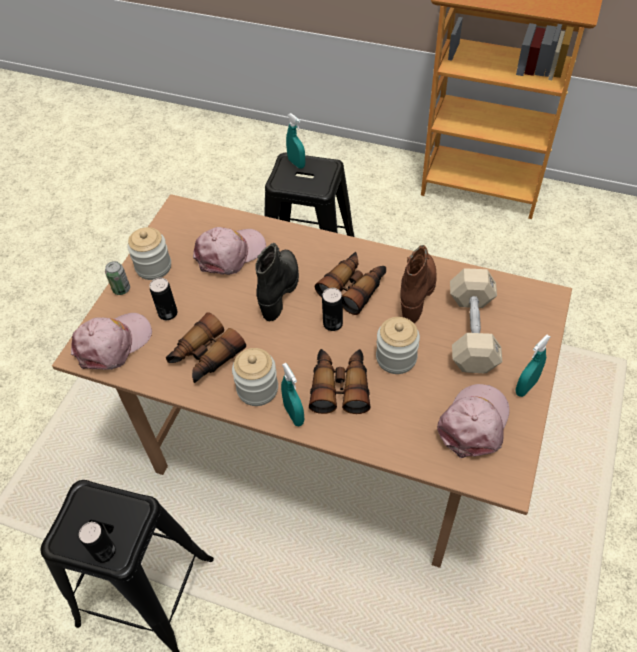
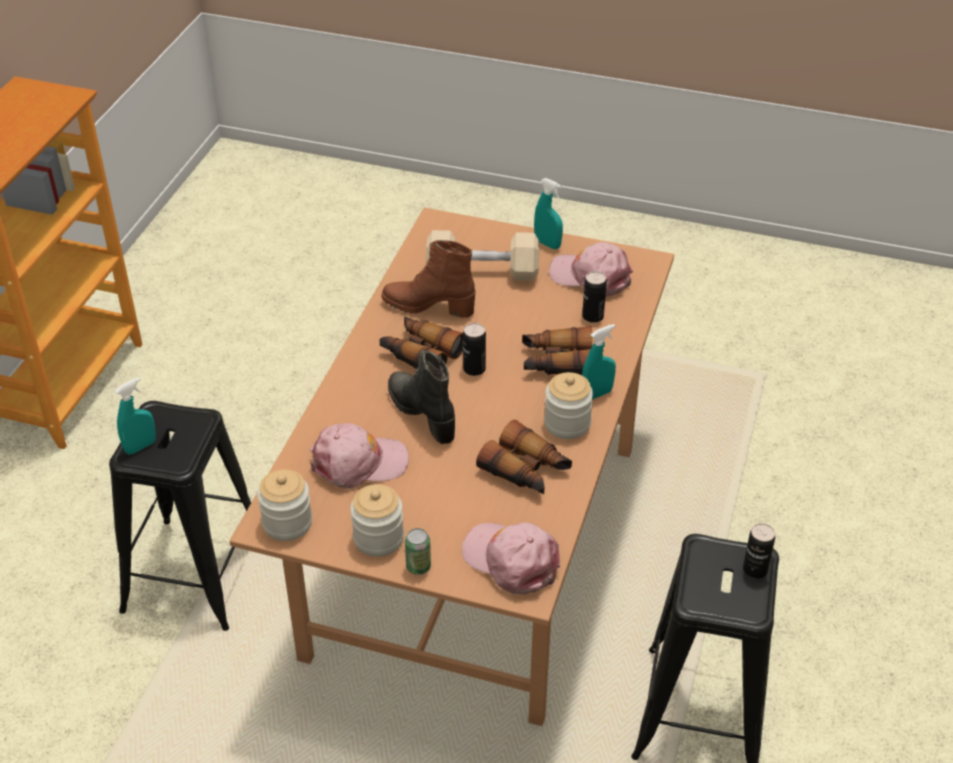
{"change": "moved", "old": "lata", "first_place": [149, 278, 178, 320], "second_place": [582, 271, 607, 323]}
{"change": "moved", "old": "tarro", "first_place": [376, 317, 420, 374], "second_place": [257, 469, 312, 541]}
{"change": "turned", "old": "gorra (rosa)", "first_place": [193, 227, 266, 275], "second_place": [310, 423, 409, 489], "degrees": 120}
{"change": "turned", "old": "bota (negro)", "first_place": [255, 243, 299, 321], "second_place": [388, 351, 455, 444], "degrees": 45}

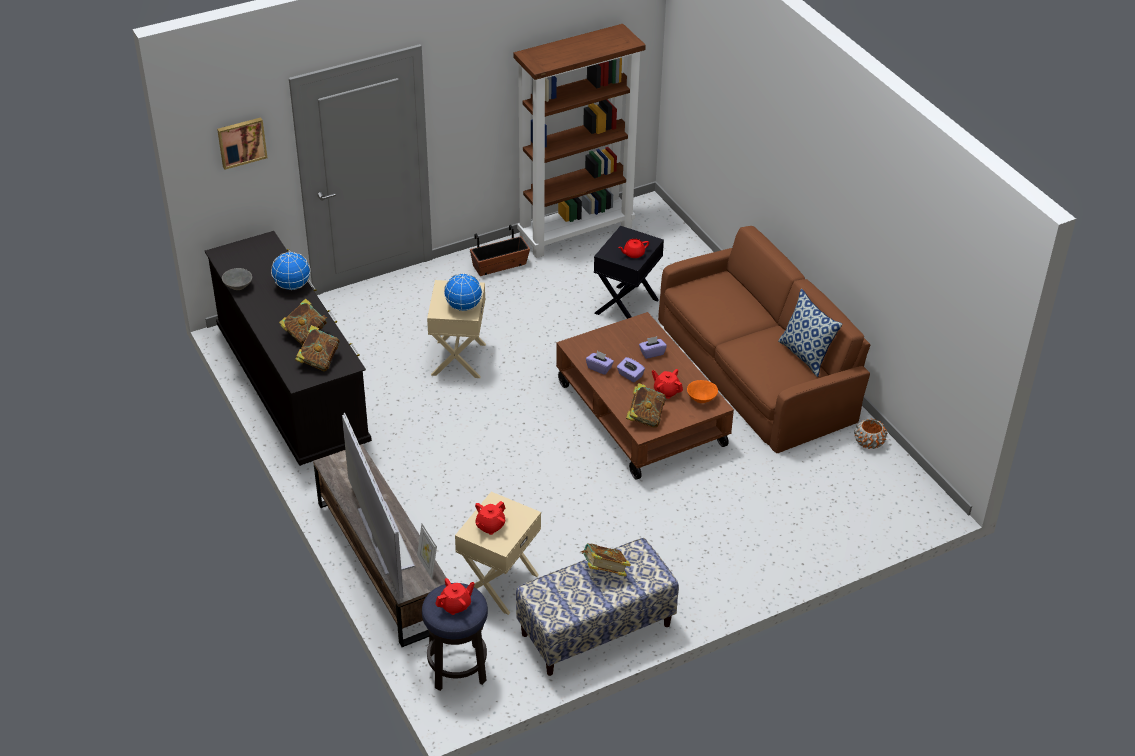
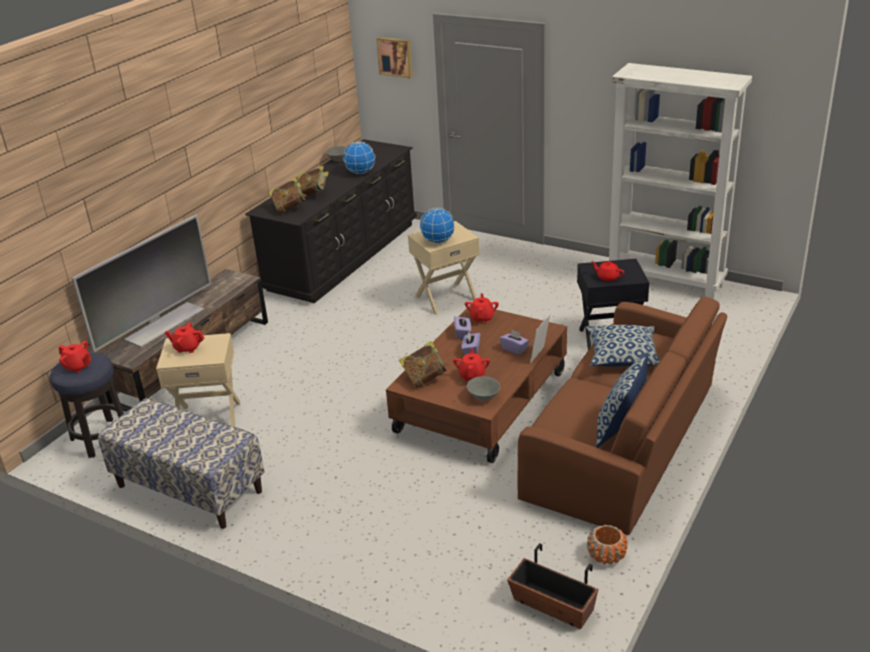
{"change": "removed", "old": "libro", "first_place": [581, 543, 631, 577]}
{"change": "added", "new": "tetera (rojo)", "second_place": [465, 294, 499, 322]}
{"change": "added", "new": "cojín", "second_place": [586, 325, 660, 367]}
{"change": "moved", "old": "portarretratos", "first_place": [417, 523, 437, 579], "second_place": [530, 314, 550, 364]}
{"change": "moved", "old": "maceta", "first_place": [470, 225, 530, 276], "second_place": [507, 543, 598, 629]}
{"change": "recoloured", "old": "estantería (marrón)", "new": "estantería (blanco)", "first_place": [513, 24, 646, 258], "second_place": [609, 63, 752, 299]}
{"change": "recoloured", "old": "cuenco (naranja)", "new": "cuenco (gris)", "first_place": [687, 380, 718, 403], "second_place": [467, 376, 500, 401]}

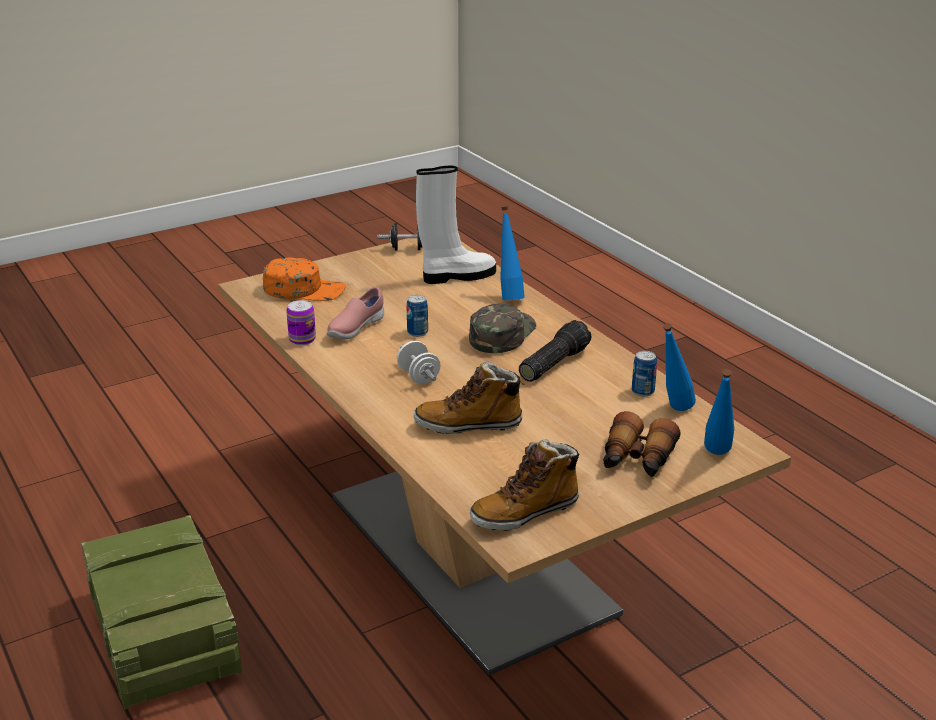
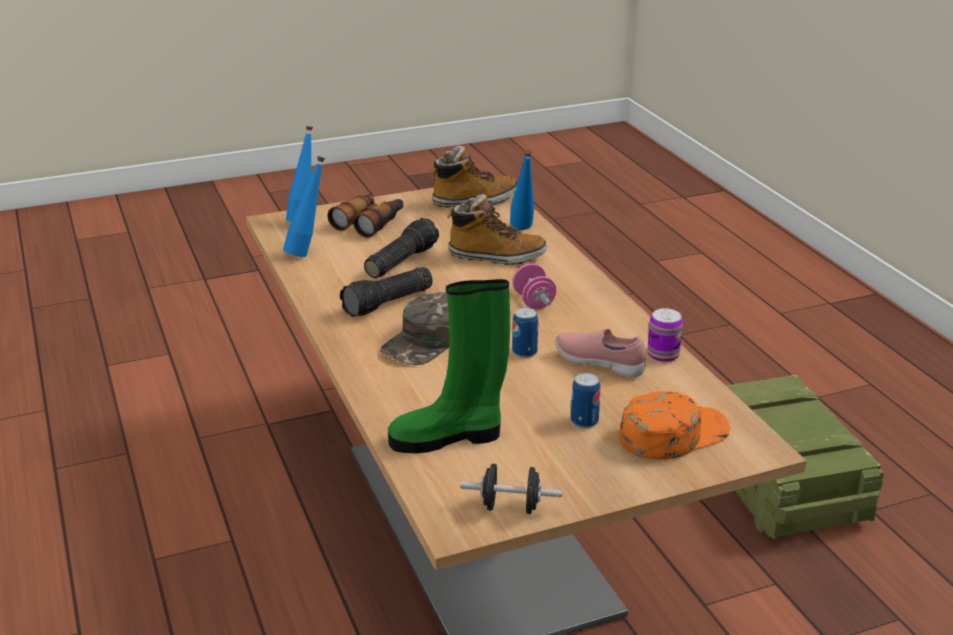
{"change": "added", "new": "linterna", "second_place": [364, 218, 439, 278]}
{"change": "moved", "old": "botella (azul)", "first_place": [500, 206, 525, 300], "second_place": [510, 149, 534, 230]}
{"change": "moved", "old": "lata", "first_place": [632, 351, 657, 396], "second_place": [571, 373, 601, 428]}
{"change": "recoloured", "old": "mancuerna (blanco)", "new": "mancuerna (rosa)", "first_place": [397, 341, 440, 384], "second_place": [512, 263, 556, 309]}
{"change": "recoloured", "old": "bota (blanco)", "new": "bota (verde)", "first_place": [416, 166, 496, 284], "second_place": [388, 279, 510, 453]}
{"change": "turned", "old": "gorra (naranja)", "first_place": [263, 258, 346, 301], "second_place": [619, 391, 731, 460], "degrees": 135}
{"change": "turned", "old": "zapato (rosa)", "first_place": [327, 287, 384, 339], "second_place": [555, 329, 646, 377], "degrees": -105}

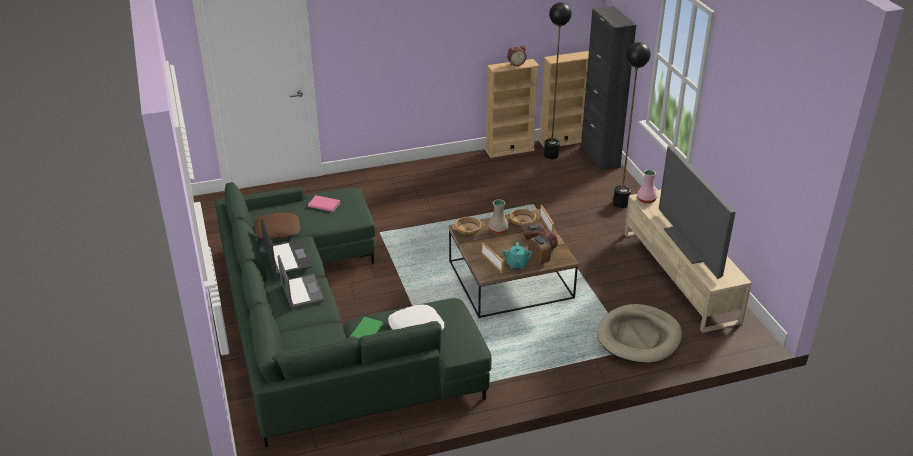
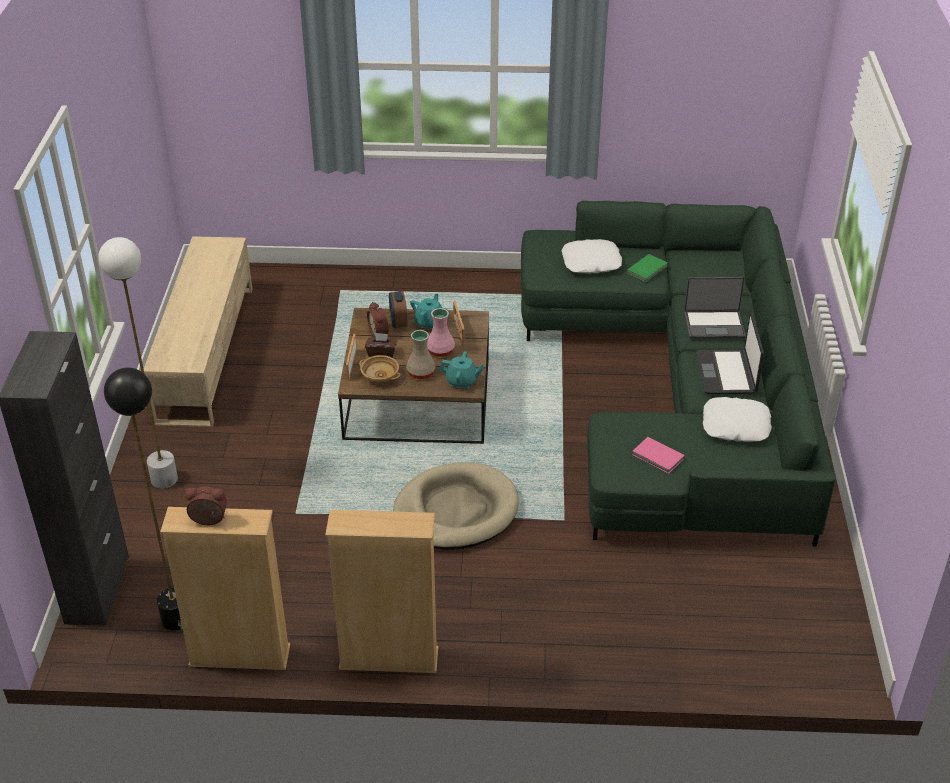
{"change": "removed", "old": "televisor", "first_place": [659, 146, 736, 279]}
{"change": "moved", "old": "estantería (beis)", "first_place": [539, 51, 589, 147], "second_place": [325, 510, 438, 673]}
{"change": "moved", "old": "cama para perro (beis)", "first_place": [597, 304, 682, 364], "second_place": [393, 462, 519, 550]}
{"change": "moved", "old": "florero (rosa)", "first_place": [637, 170, 657, 204], "second_place": [427, 308, 455, 357]}
{"change": "replaced", "old": "cuenco (beis)", "new": "tetera (turquesa)", "first_place": [452, 217, 485, 235], "second_place": [439, 351, 484, 389]}
{"change": "recoloured", "old": "cojín (marrón)", "new": "cojín (blanco)", "first_place": [254, 213, 300, 239], "second_place": [703, 397, 772, 442]}
{"change": "recoloured", "old": "lámpara de pie (negro)", "new": "lámpara de pie (blanco)", "first_place": [613, 42, 651, 208], "second_place": [98, 237, 178, 488]}
{"change": "turned", "old": "portátil", "first_place": [278, 255, 325, 308], "second_place": [684, 277, 746, 339], "degrees": -90}

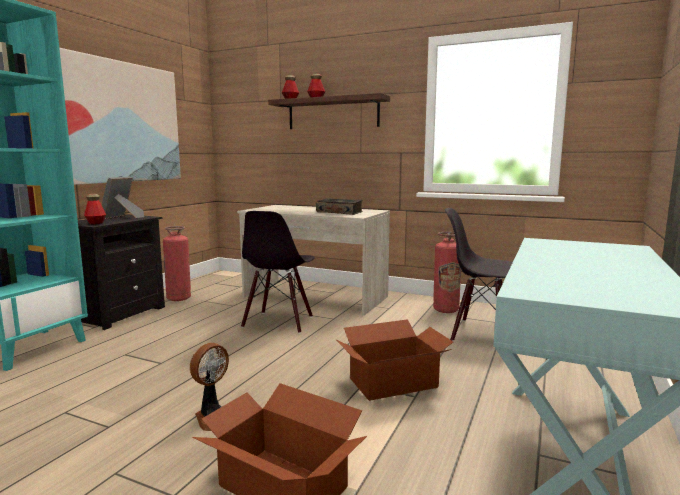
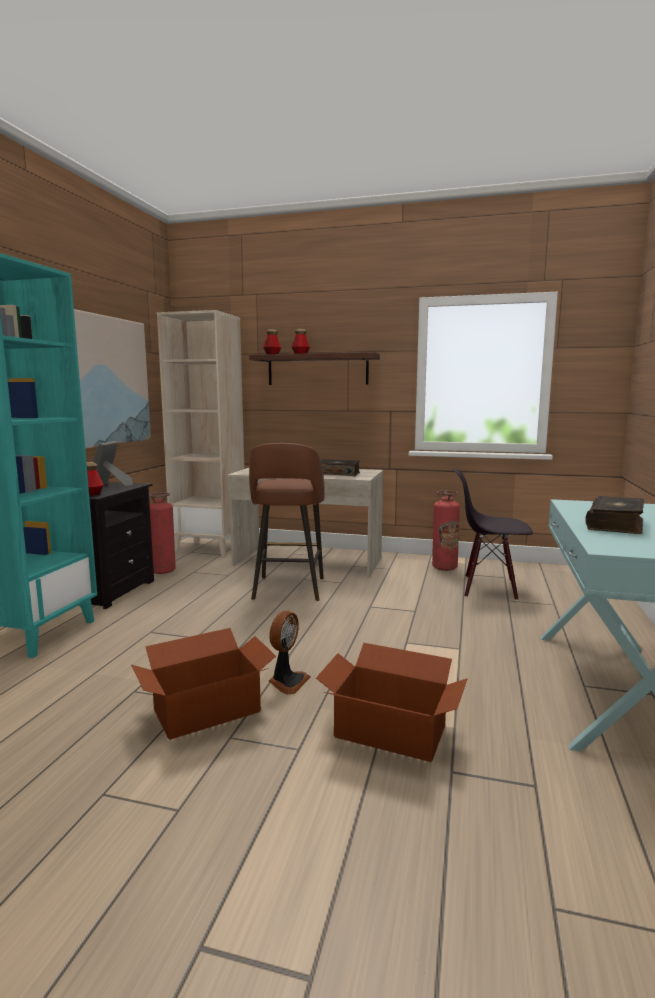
{"change": "added", "new": "estantería (beis)", "second_place": [157, 310, 244, 556]}
{"change": "added", "new": "libro", "second_place": [585, 496, 644, 534]}
{"change": "moved", "old": "caja de cartón", "first_place": [337, 319, 453, 401], "second_place": [131, 628, 276, 740]}
{"change": "replaced", "old": "silla (negro)", "new": "taburete (marrón)", "first_place": [241, 211, 315, 333], "second_place": [249, 443, 325, 601]}

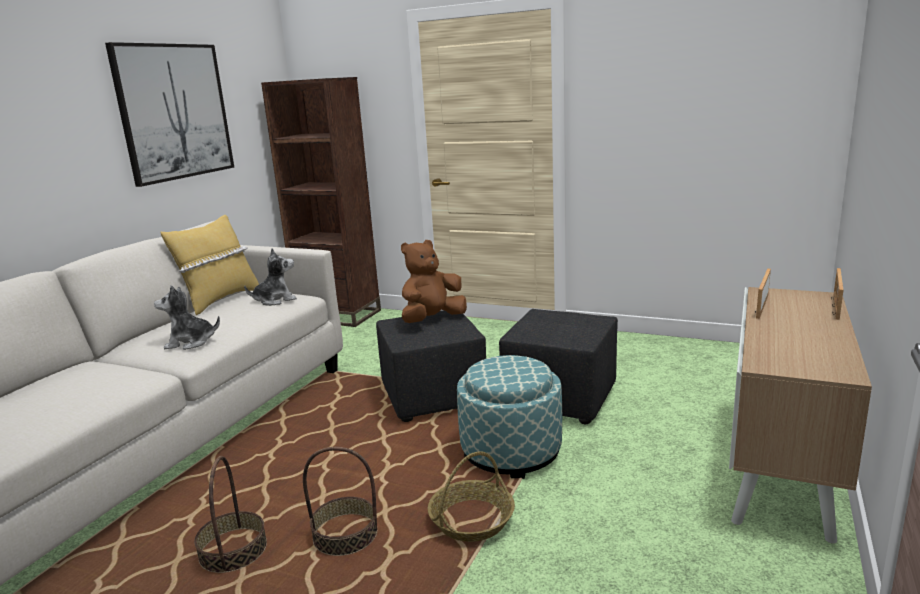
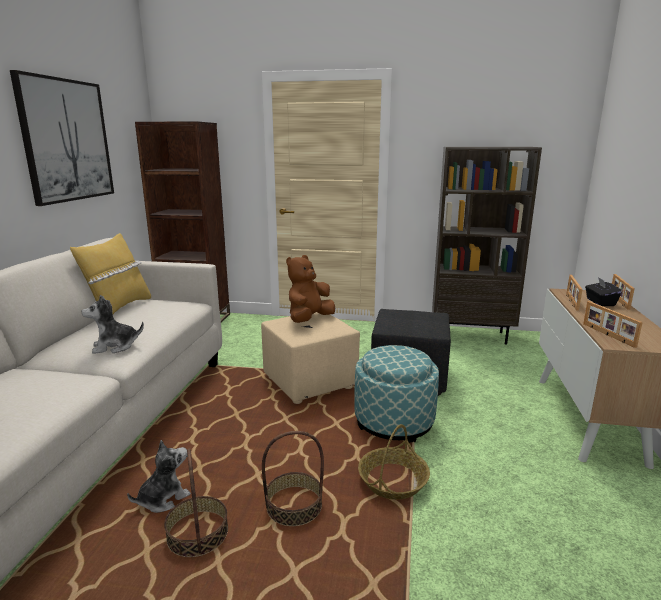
{"change": "added", "new": "estantería (marrón)", "second_place": [432, 147, 542, 345]}
{"change": "added", "new": "portarretratos", "second_place": [583, 301, 643, 348]}
{"change": "added", "new": "caja de pañuelos (negro)", "second_place": [585, 277, 622, 306]}
{"change": "moved", "old": "peluche", "first_place": [244, 248, 297, 306], "second_place": [127, 440, 191, 513]}
{"change": "recoloured", "old": "puf (negro)", "new": "puf (beis)", "first_place": [376, 310, 486, 422], "second_place": [261, 312, 360, 404]}

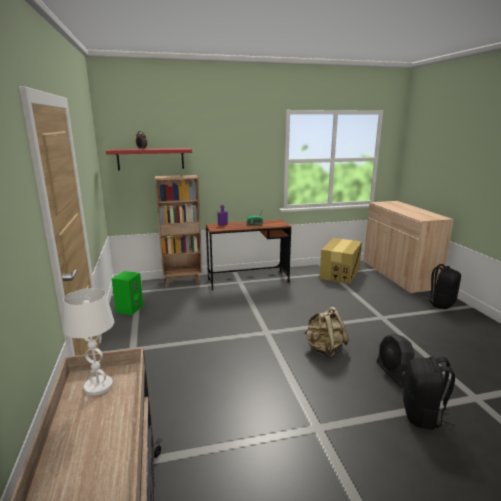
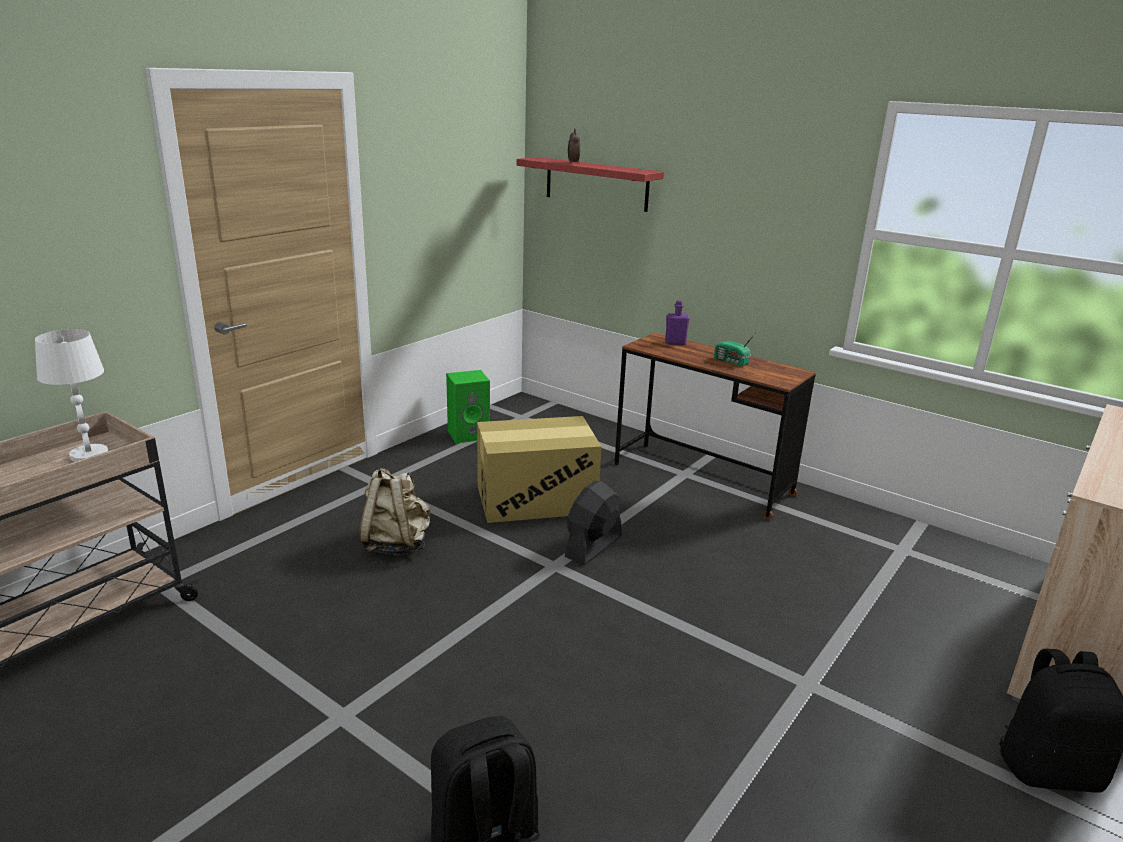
{"change": "removed", "old": "estantería (marrón)", "first_place": [155, 175, 203, 287]}
{"change": "moved", "old": "mochila (beis)", "first_place": [304, 307, 349, 358], "second_place": [359, 468, 431, 555]}
{"change": "moved", "old": "caja de cartón", "first_place": [319, 238, 362, 284], "second_place": [477, 416, 602, 523]}
{"change": "moved", "old": "ventilador (negro)", "first_place": [376, 334, 415, 388], "second_place": [564, 481, 622, 565]}

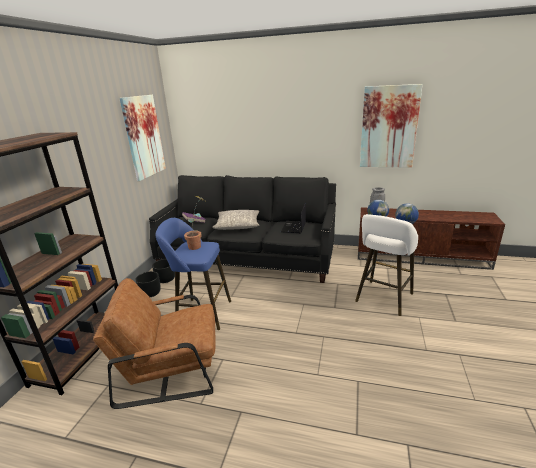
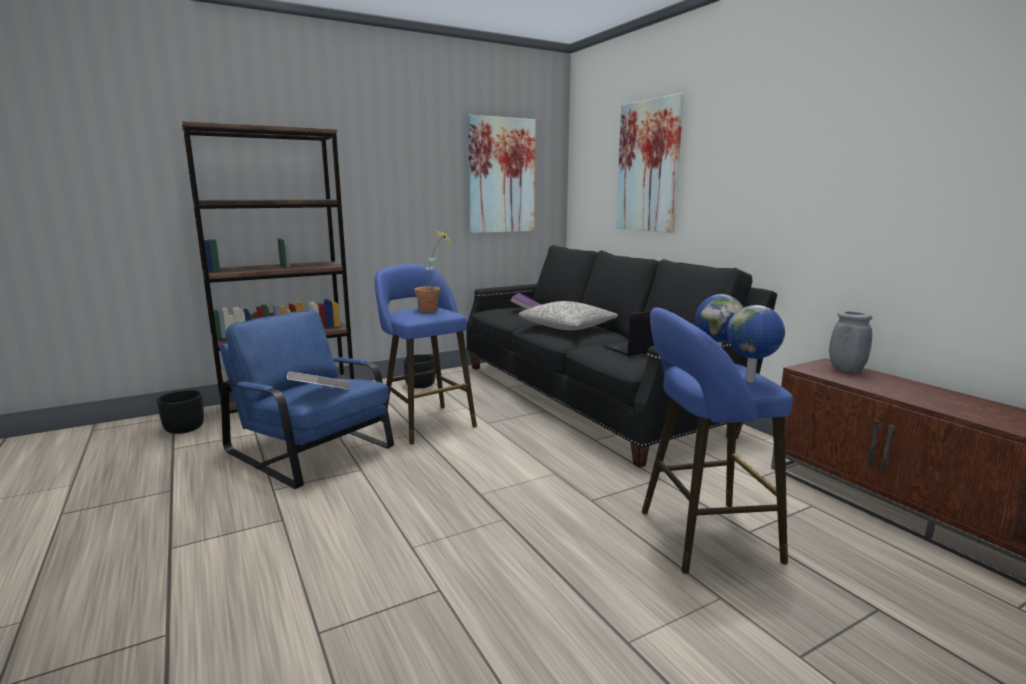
{"change": "added", "new": "libro (blanco)", "second_place": [287, 372, 350, 389]}
{"change": "moved", "old": "maceta (negro)", "first_place": [152, 259, 175, 283], "second_place": [156, 390, 204, 434]}
{"change": "moved", "old": "cuadro", "first_place": [360, 84, 423, 168], "second_place": [616, 93, 684, 233]}
{"change": "recoloured", "old": "sillón (marrón)", "new": "sillón (azul)", "first_place": [93, 278, 215, 409], "second_place": [219, 309, 394, 489]}
{"change": "recoloured", "old": "taburete (blanco)", "new": "taburete (azul)", "first_place": [355, 214, 418, 316], "second_place": [642, 307, 793, 574]}

